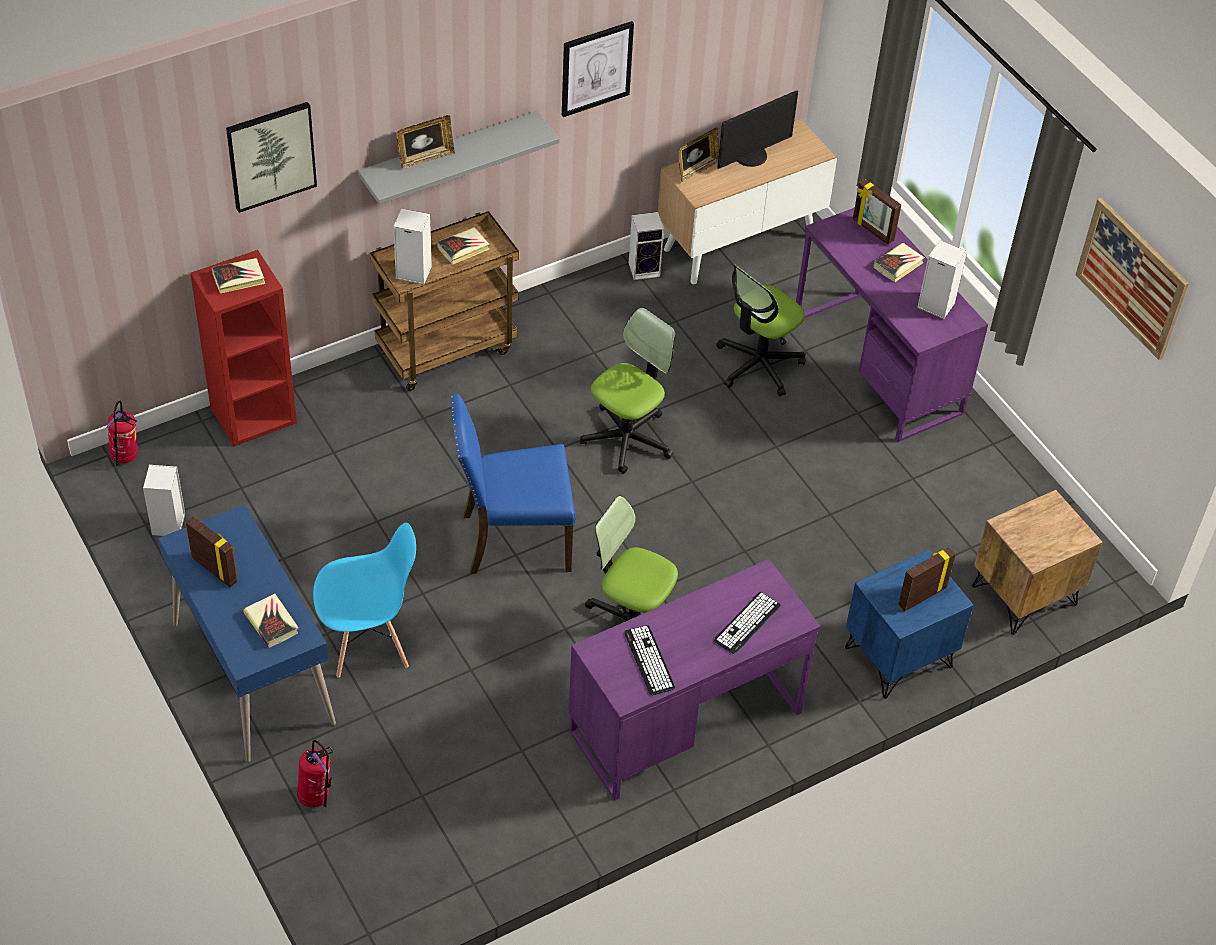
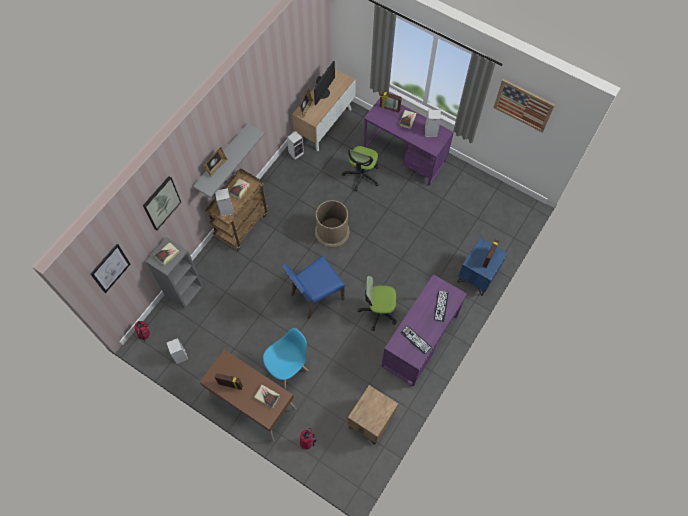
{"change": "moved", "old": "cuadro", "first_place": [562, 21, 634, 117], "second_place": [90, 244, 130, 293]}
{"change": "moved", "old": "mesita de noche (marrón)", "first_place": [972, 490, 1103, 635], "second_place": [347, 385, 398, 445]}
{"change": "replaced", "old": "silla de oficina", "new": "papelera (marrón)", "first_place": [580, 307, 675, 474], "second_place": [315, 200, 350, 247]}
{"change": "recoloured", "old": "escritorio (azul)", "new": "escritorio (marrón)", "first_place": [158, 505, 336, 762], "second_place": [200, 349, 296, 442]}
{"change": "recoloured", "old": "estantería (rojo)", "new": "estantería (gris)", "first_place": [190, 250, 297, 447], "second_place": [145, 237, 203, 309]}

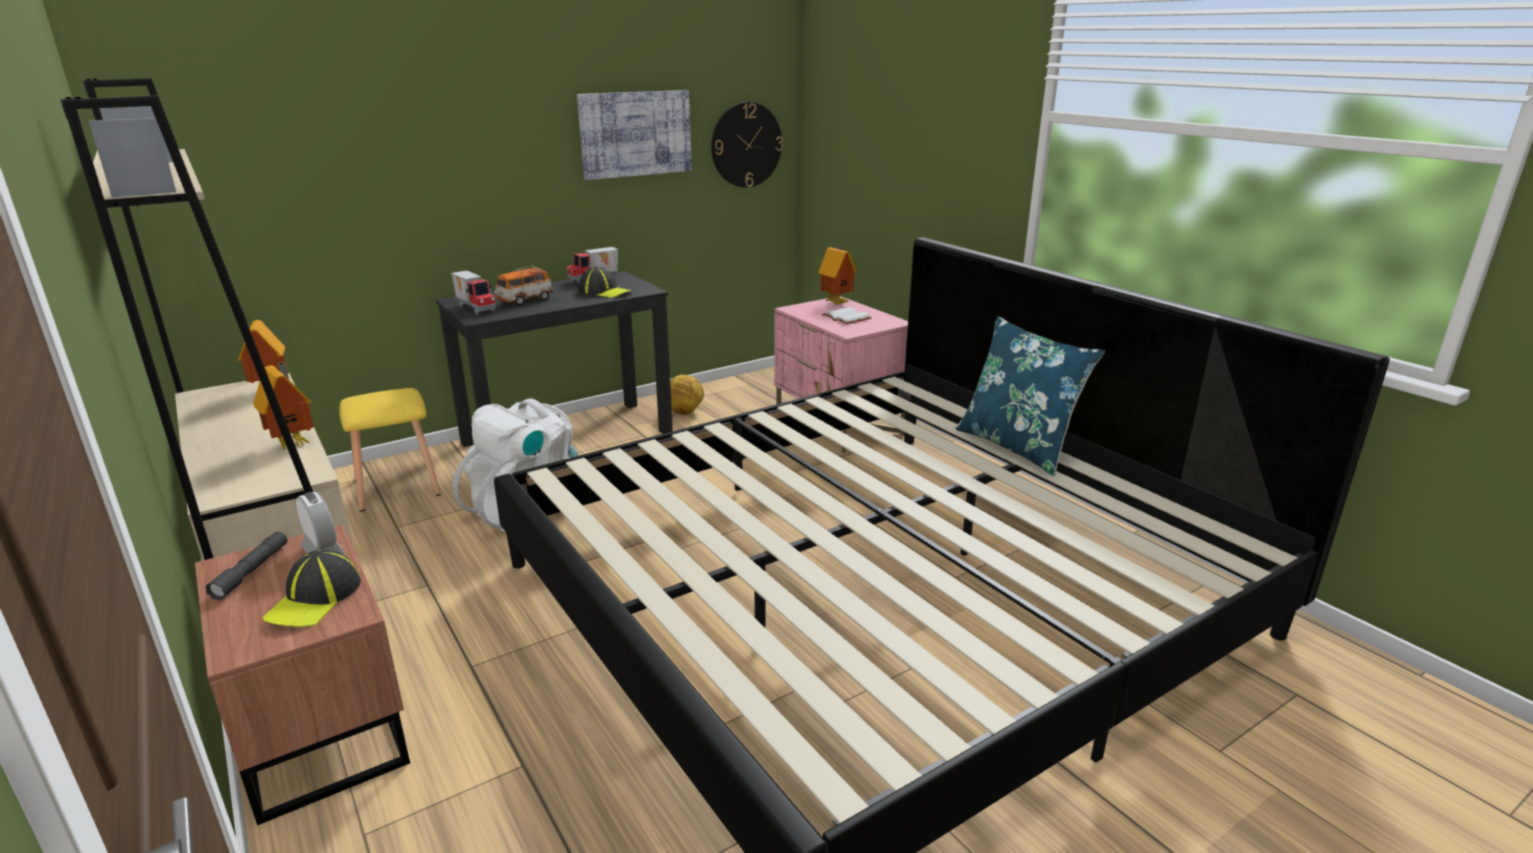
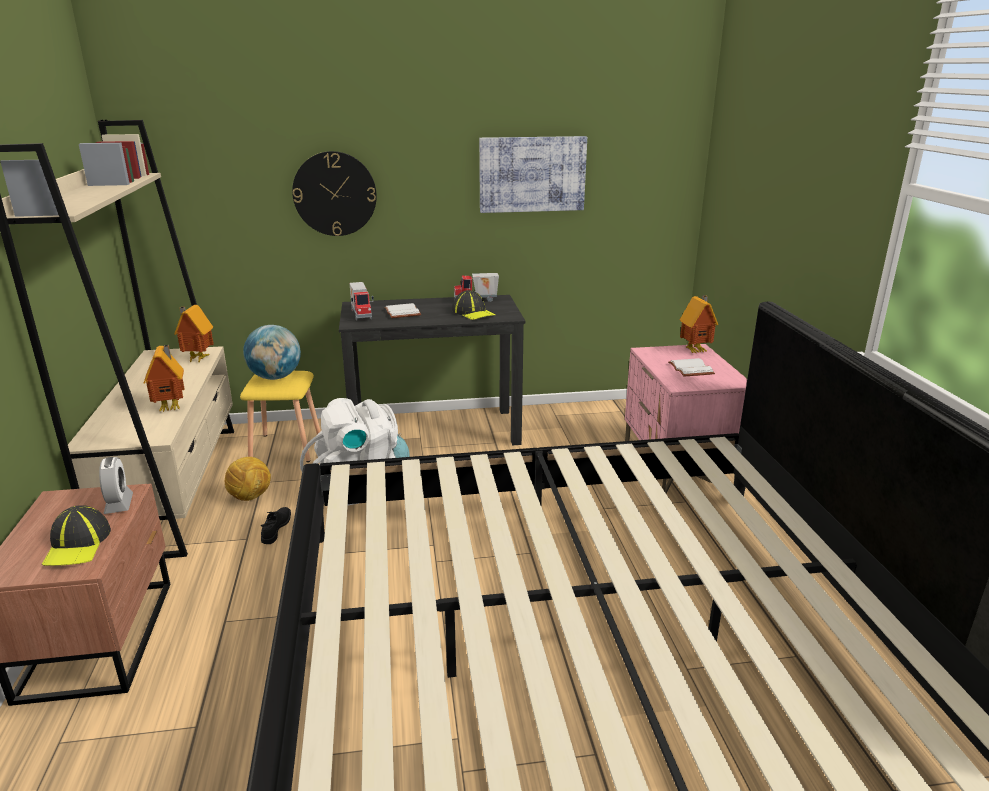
{"change": "removed", "old": "linterna (gris)", "first_place": [205, 532, 287, 600]}
{"change": "removed", "old": "cojín (azul)", "first_place": [956, 316, 1104, 476]}
{"change": "added", "new": "globo terráqueo", "second_place": [243, 325, 301, 380]}
{"change": "added", "new": "zapato (negro)", "second_place": [260, 507, 291, 544]}
{"change": "moved", "old": "balón de fútbol", "first_place": [670, 375, 704, 415], "second_place": [225, 457, 271, 501]}
{"change": "moved", "old": "reloj de pared", "first_place": [711, 102, 783, 188], "second_place": [292, 151, 377, 236]}
{"change": "replaced", "old": "coche de juguete", "new": "libro (blanco)", "first_place": [494, 266, 553, 306], "second_place": [384, 303, 421, 318]}
{"change": "turned", "old": "gorra", "first_place": [263, 549, 361, 627], "second_place": [42, 505, 111, 566], "degrees": -45}

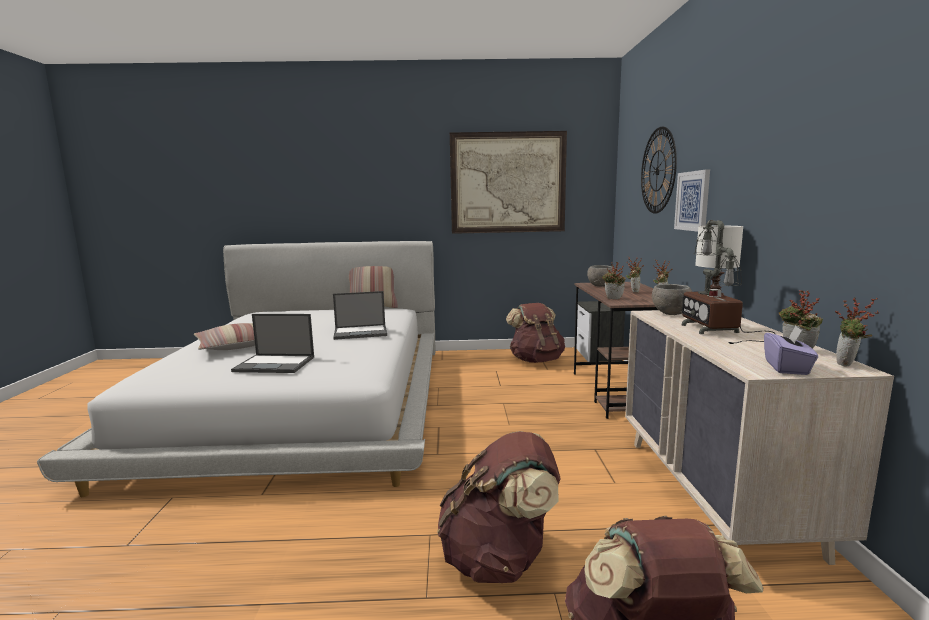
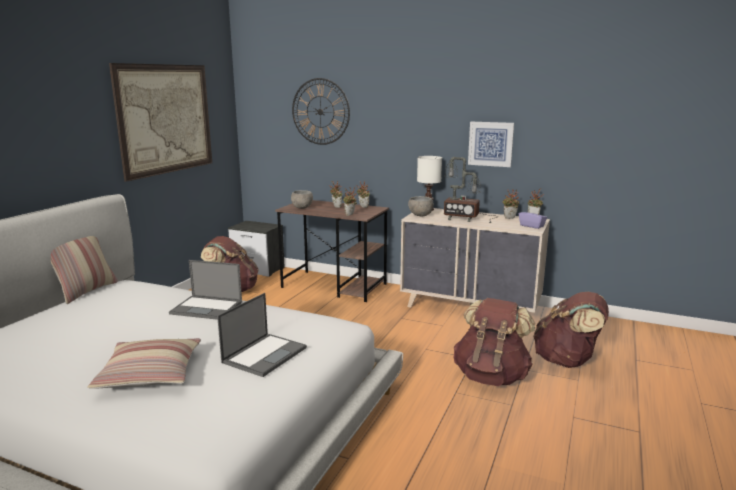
{"change": "moved", "old": "cuadro", "first_place": [674, 169, 710, 232], "second_place": [468, 122, 514, 167]}
{"change": "turned", "old": "portátil", "first_place": [333, 291, 387, 340], "second_place": [169, 260, 242, 320], "degrees": 90}

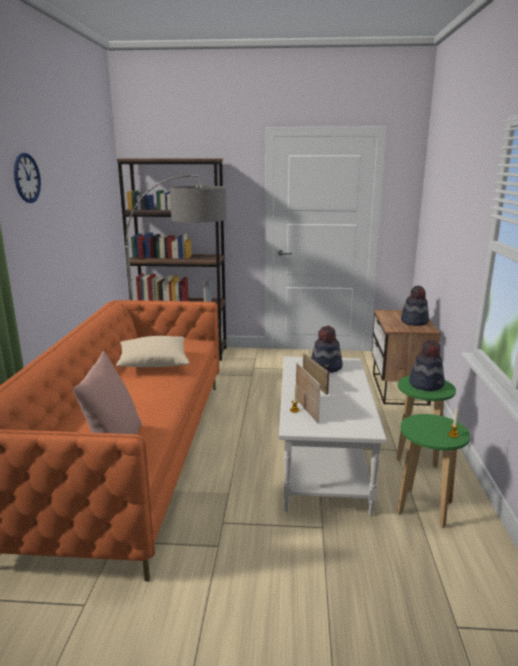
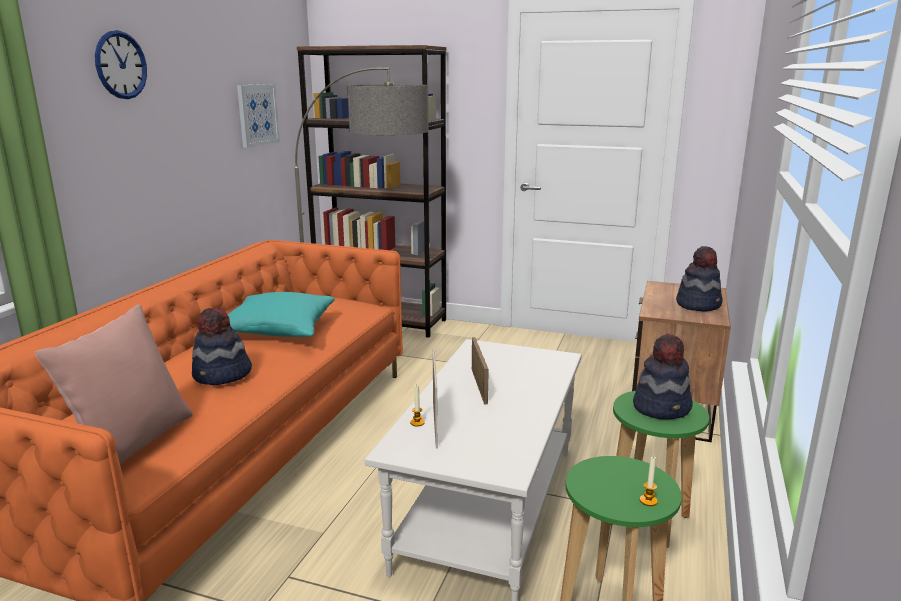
{"change": "added", "new": "cuadro", "second_place": [237, 84, 280, 148]}
{"change": "moved", "old": "sombrero", "first_place": [311, 325, 343, 373], "second_place": [192, 307, 252, 385]}
{"change": "recoloured", "old": "cojín (beis)", "new": "cojín (turquesa)", "first_place": [116, 336, 189, 367], "second_place": [228, 292, 335, 337]}

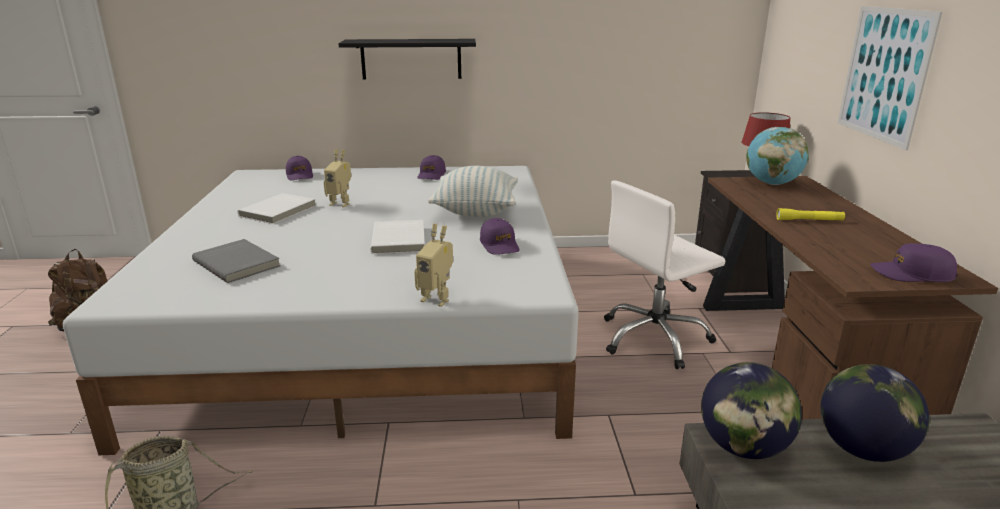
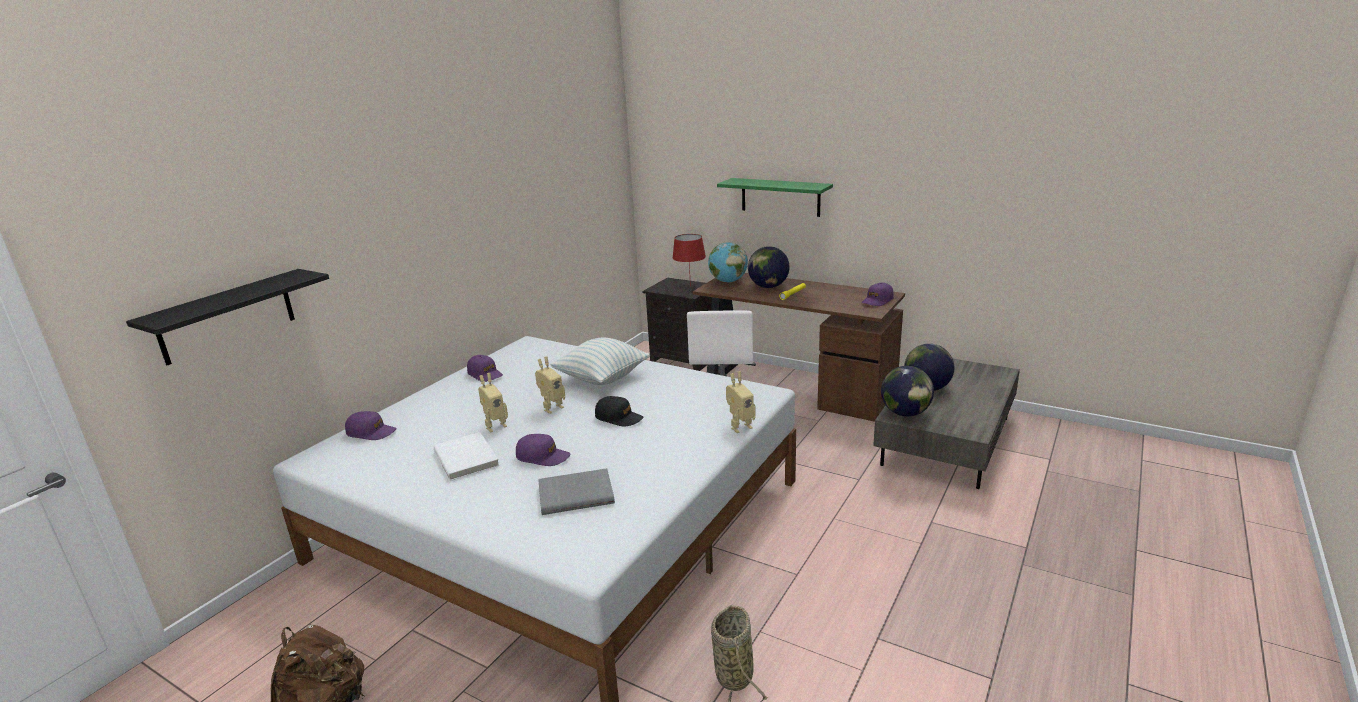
{"change": "added", "new": "robot de juguete", "second_place": [535, 356, 565, 414]}
{"change": "added", "new": "globo terráqueo", "second_place": [748, 246, 790, 288]}
{"change": "moved", "old": "estante (negro)", "first_place": [338, 39, 476, 80], "second_place": [126, 269, 329, 365]}
{"change": "moved", "old": "gorra (morado)", "first_place": [480, 218, 519, 255], "second_place": [516, 434, 570, 466]}
{"change": "replaced", "old": "libro (blanco)", "new": "gorra (negro)", "first_place": [371, 220, 425, 254], "second_place": [595, 396, 643, 426]}
{"change": "replaced", "old": "cuadro", "new": "estante (verde)", "first_place": [838, 6, 942, 150], "second_place": [717, 178, 833, 217]}

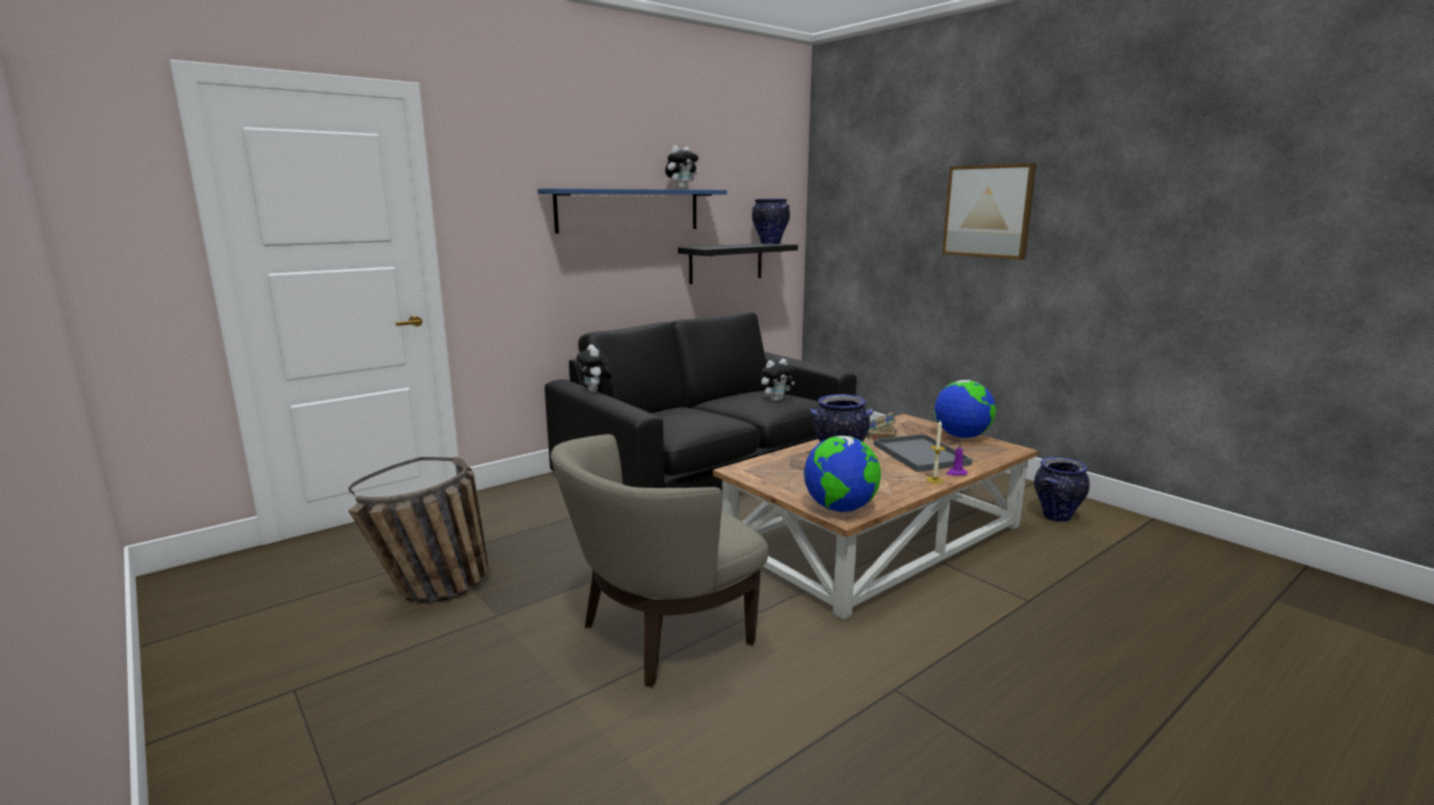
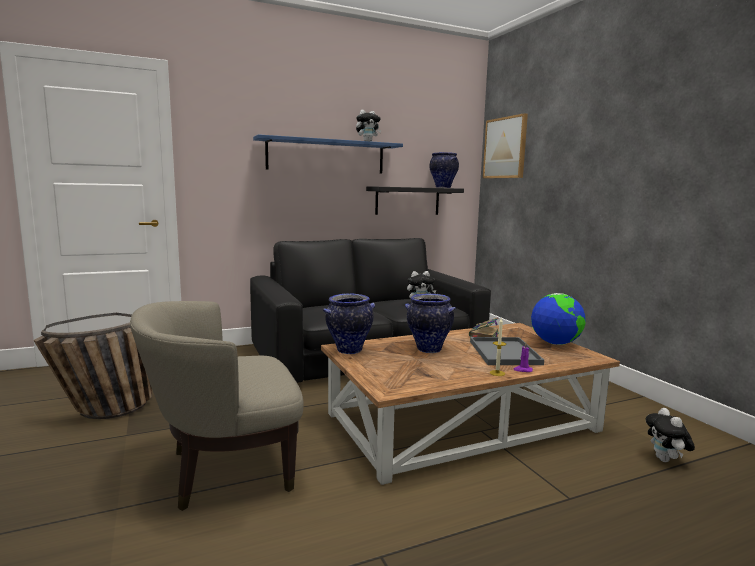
{"change": "removed", "old": "globo terráqueo", "first_place": [804, 436, 881, 512]}
{"change": "moved", "old": "peluche", "first_place": [577, 345, 612, 392], "second_place": [645, 408, 695, 462]}
{"change": "moved", "old": "cuadro", "first_place": [942, 163, 1036, 260], "second_place": [483, 113, 528, 178]}
{"change": "moved", "old": "florero", "first_place": [1034, 457, 1090, 522], "second_place": [323, 293, 375, 354]}

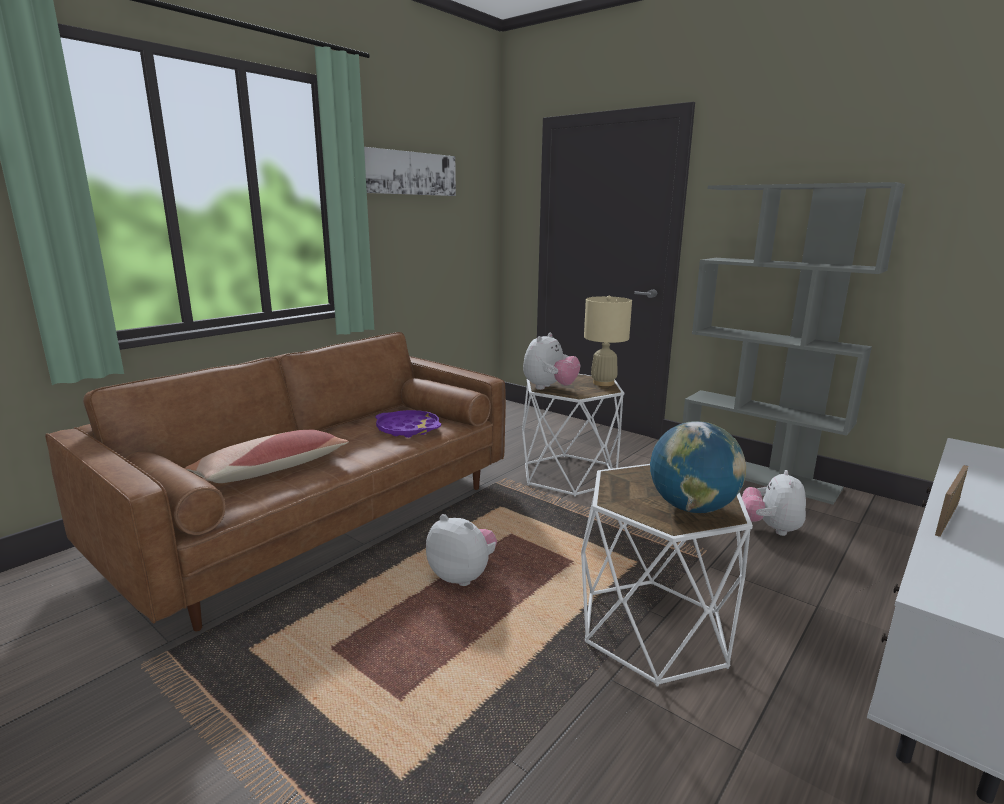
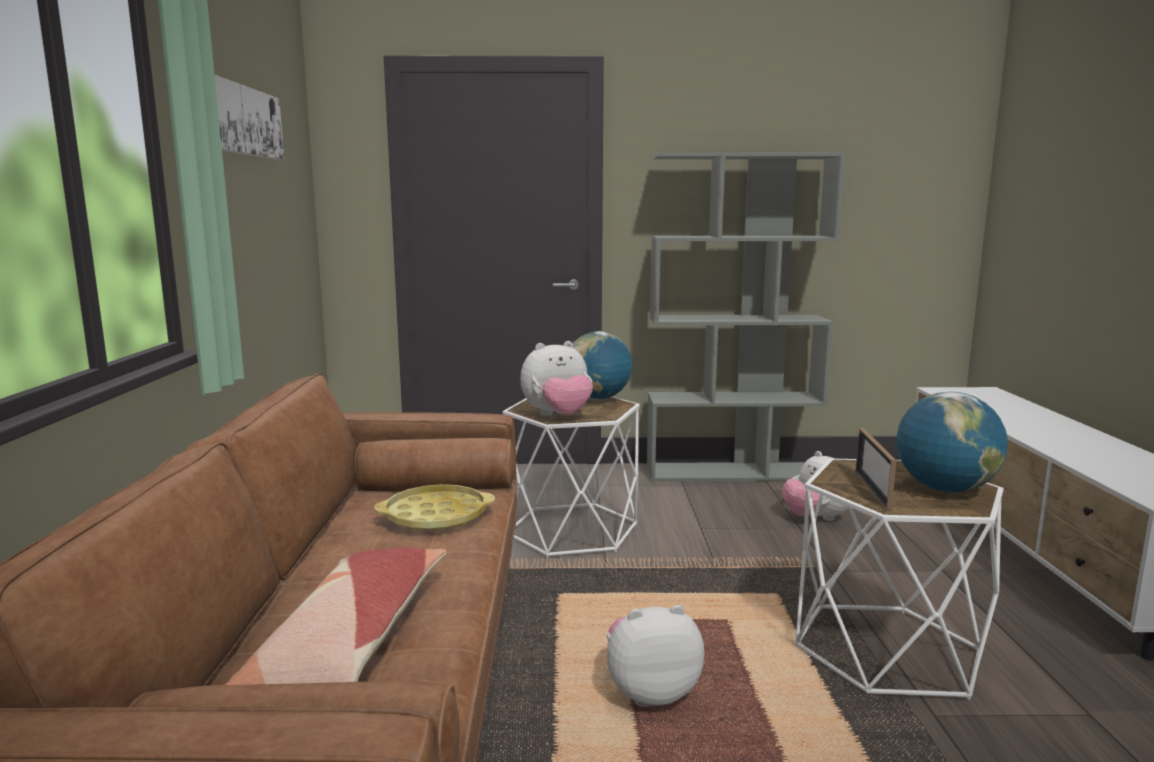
{"change": "moved", "old": "portarretratos", "first_place": [935, 465, 968, 537], "second_place": [856, 428, 896, 511]}
{"change": "replaced", "old": "lámpara de mesa (beis)", "new": "globo terráqueo", "first_place": [584, 296, 632, 386], "second_place": [573, 331, 632, 400]}
{"change": "recoloured", "old": "bandeja (morado)", "new": "bandeja (amarillo)", "first_place": [376, 410, 441, 438], "second_place": [374, 484, 495, 531]}
{"change": "turned", "old": "peluche", "first_place": [523, 333, 580, 390], "second_place": [520, 341, 593, 416], "degrees": 75}

